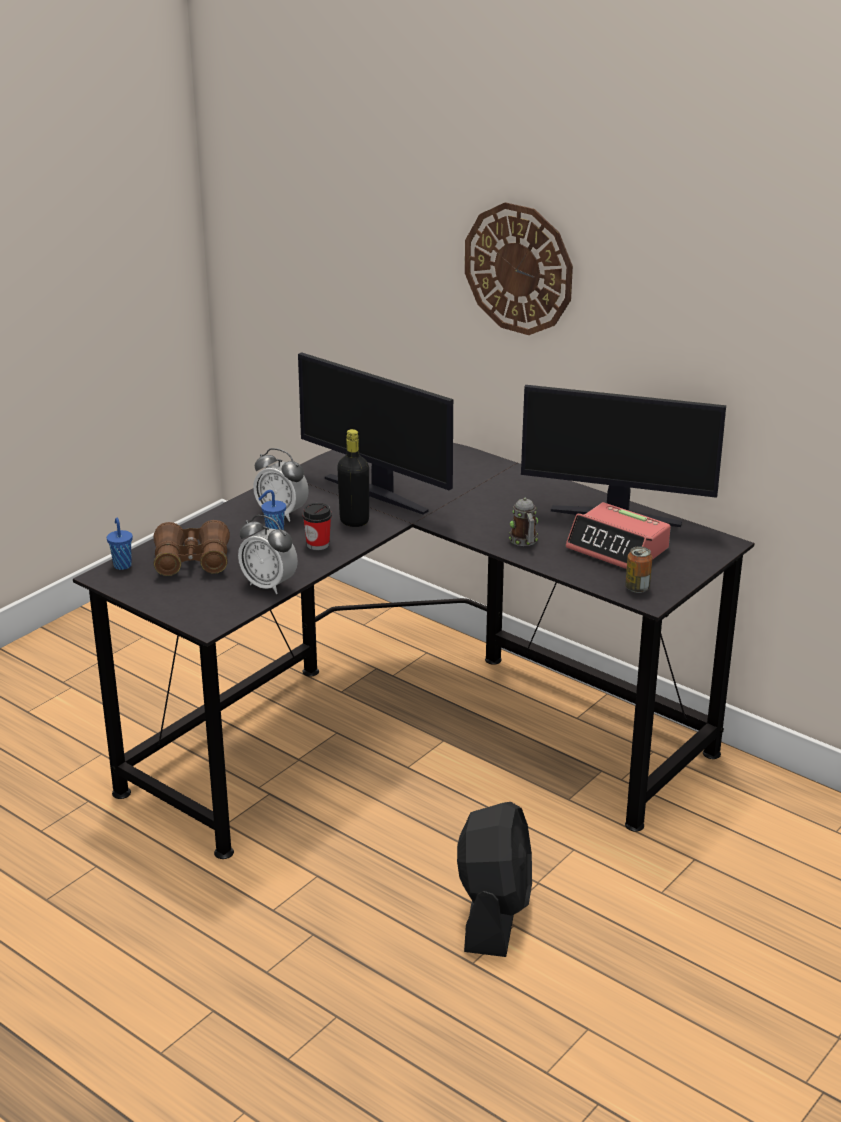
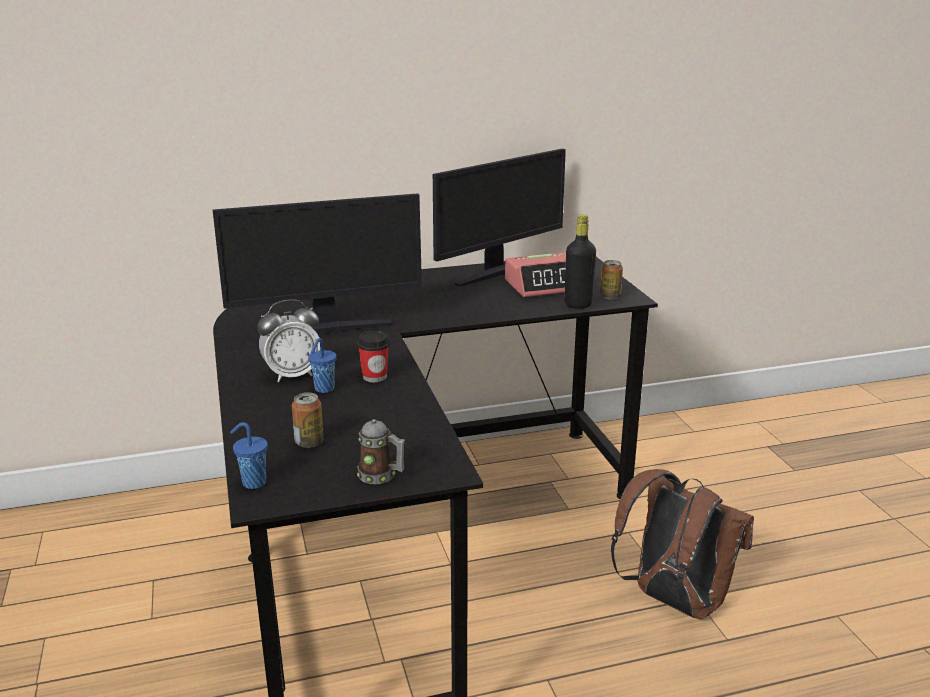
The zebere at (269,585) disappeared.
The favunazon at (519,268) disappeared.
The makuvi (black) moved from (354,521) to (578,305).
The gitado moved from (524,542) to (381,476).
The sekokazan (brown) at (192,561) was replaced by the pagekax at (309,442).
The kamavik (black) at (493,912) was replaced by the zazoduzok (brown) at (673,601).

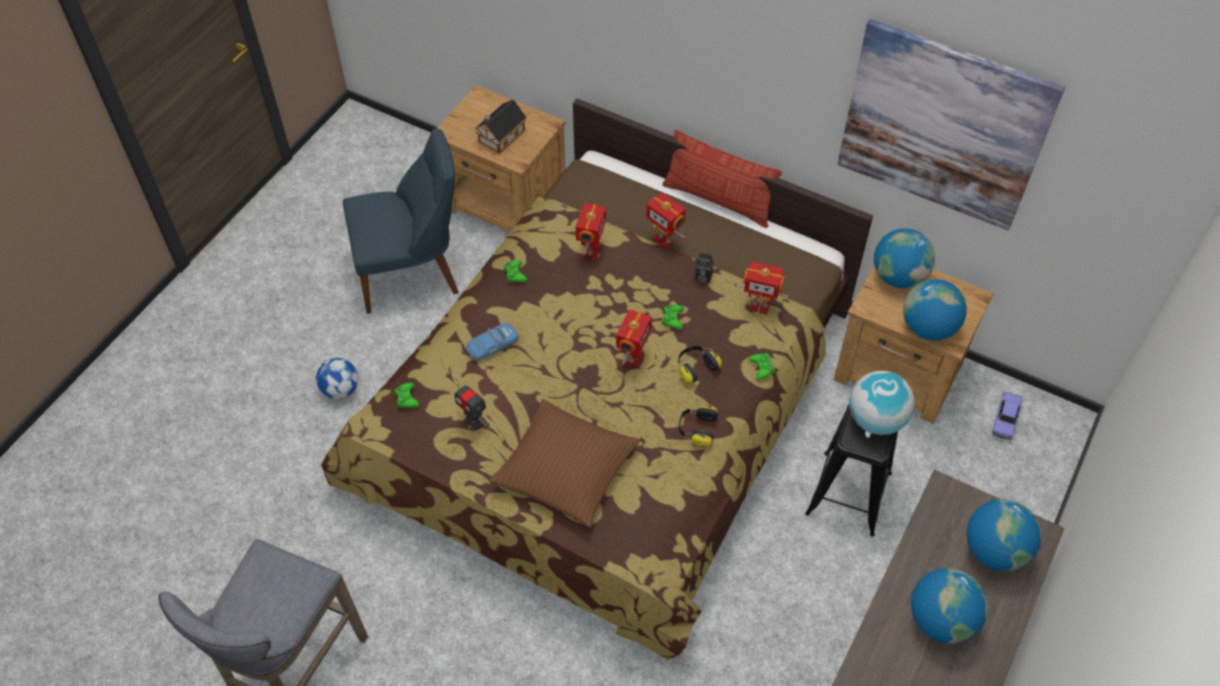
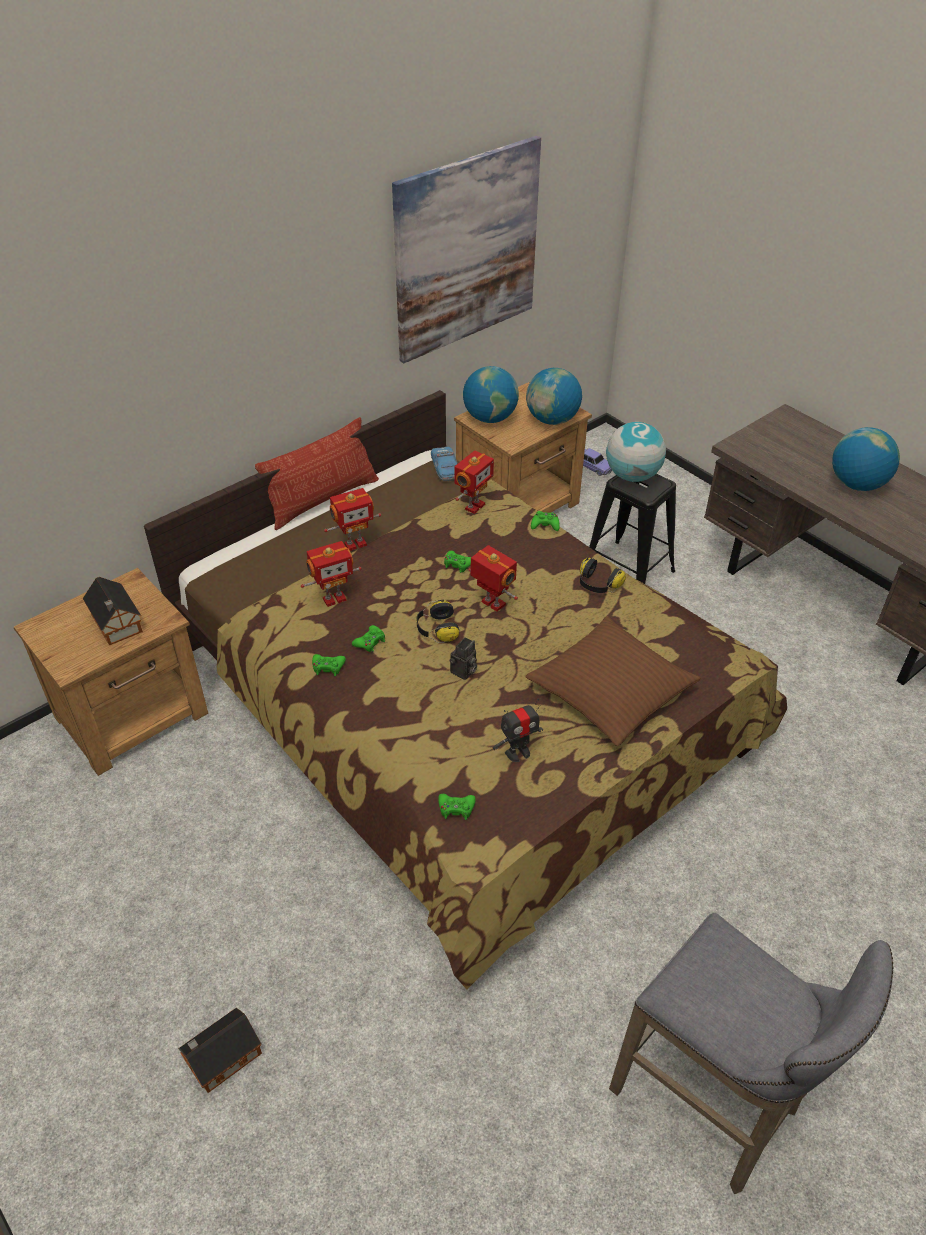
The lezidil at (340,389) disappeared.
The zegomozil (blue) at (412,273) disappeared.
The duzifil at (994,550) disappeared.
The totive at (221,1058) appeared.
The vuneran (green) at (370,642) appeared.
The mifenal moved from (492,345) to (445,468).
The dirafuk moved from (695,367) to (436,629).
The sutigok moved from (702,277) to (463,672).
The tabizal at (591,250) turned 120 degrees clockwise.

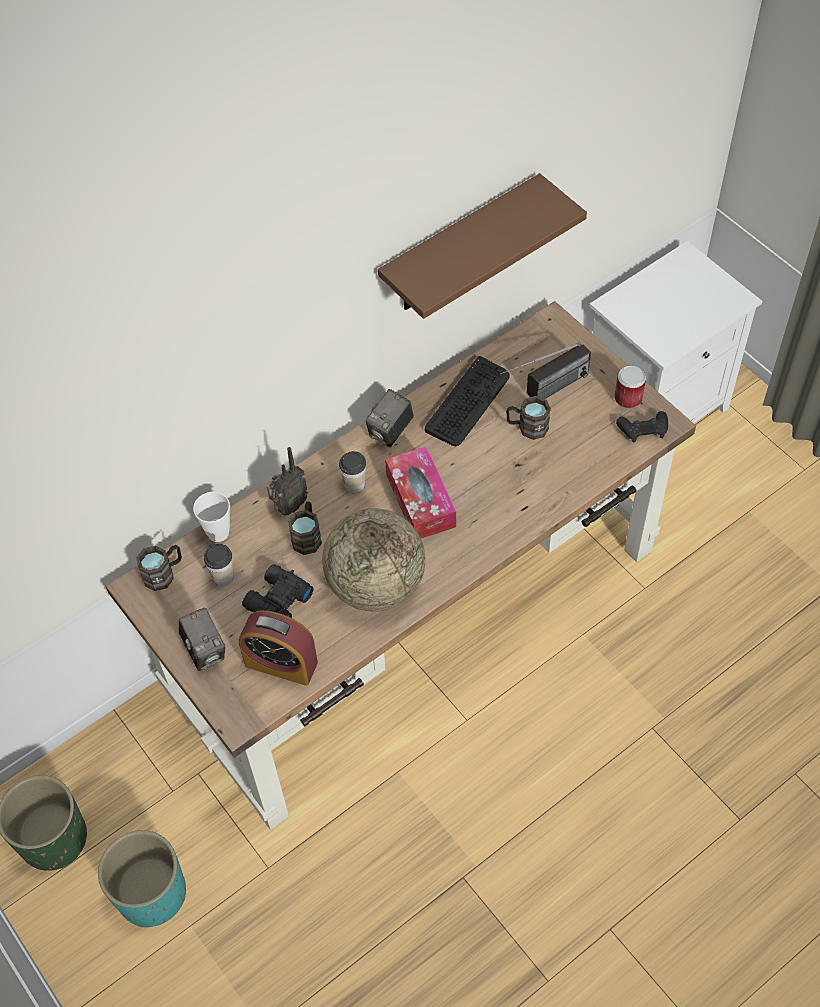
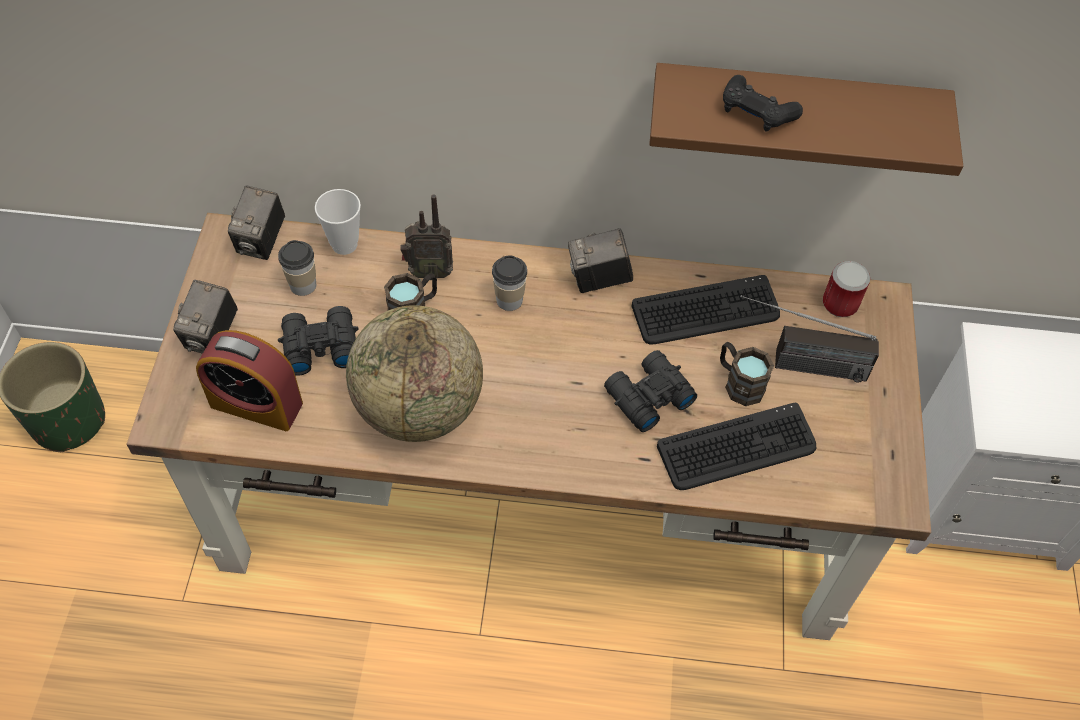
The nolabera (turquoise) at (152,893) disappeared.
The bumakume at (420,501) disappeared.
The sekokazan (black) at (646,397) appeared.
The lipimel at (737,448) appeared.
The pagekax moved from (628,398) to (840,303).
The vuneran (black) moved from (643,430) to (756,112).
The gitado (brown) at (164,573) was replaced by the sutigok at (262,241).
The zebere at (281,663) turned 45 degrees counterclockwise.

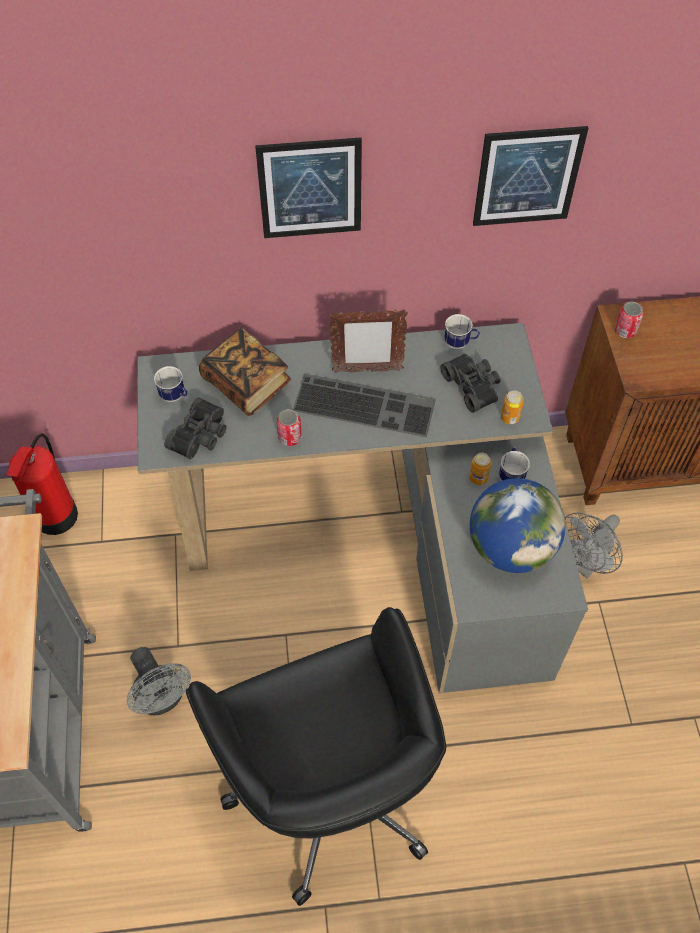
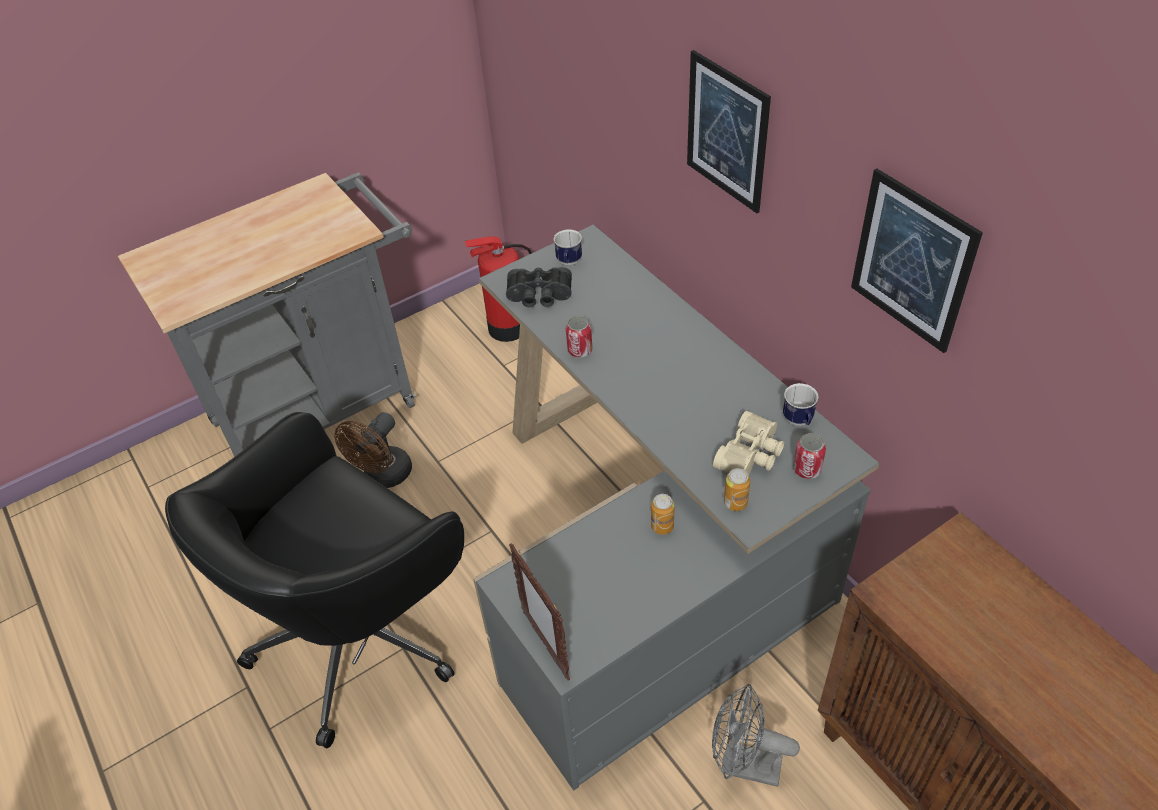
The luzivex at (246,383) disappeared.
The lipimel at (366,404) disappeared.
The duzifil at (510,547) disappeared.
The gitado at (511,474) disappeared.
The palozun moved from (367,370) to (545,643).
The pagekax moved from (625,331) to (807,469).
The kamavik (grey) at (162,699) became the kamavik (brown) at (384,476).
The sekokazan (black) at (473,386) became the sekokazan (beige) at (752,455).

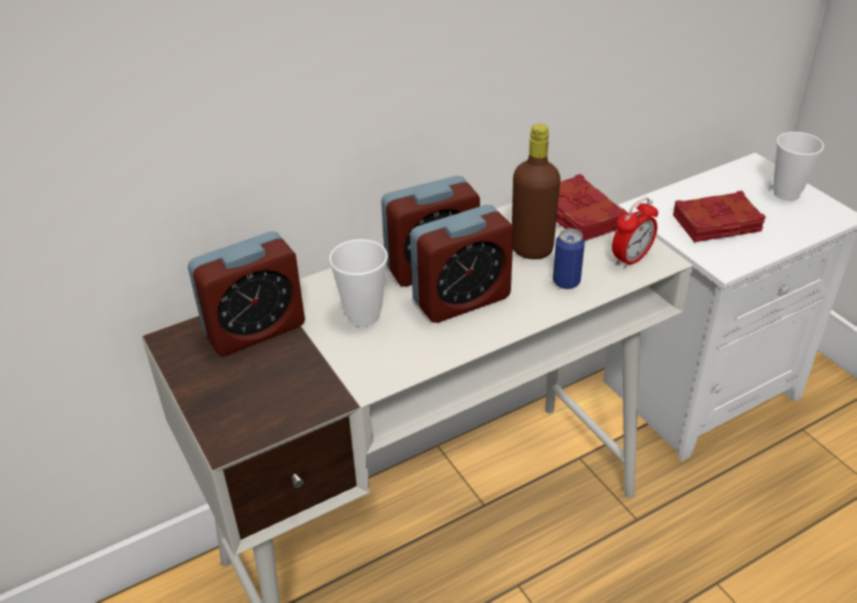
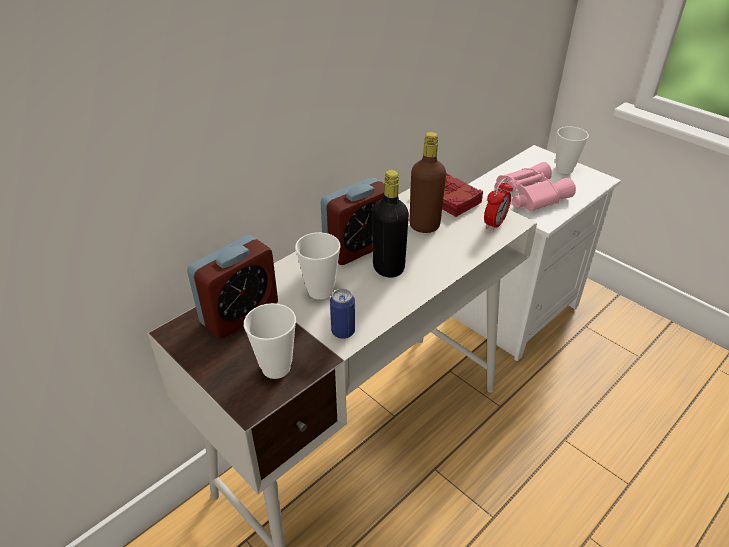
The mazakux at (276,367) appeared.
The pagekax moved from (566,282) to (343,332).
The zebere at (461,299) was replaced by the makuvi (black) at (388,268).
The luzivex (red) at (717,224) was replaced by the sekokazan (pink) at (528,194).

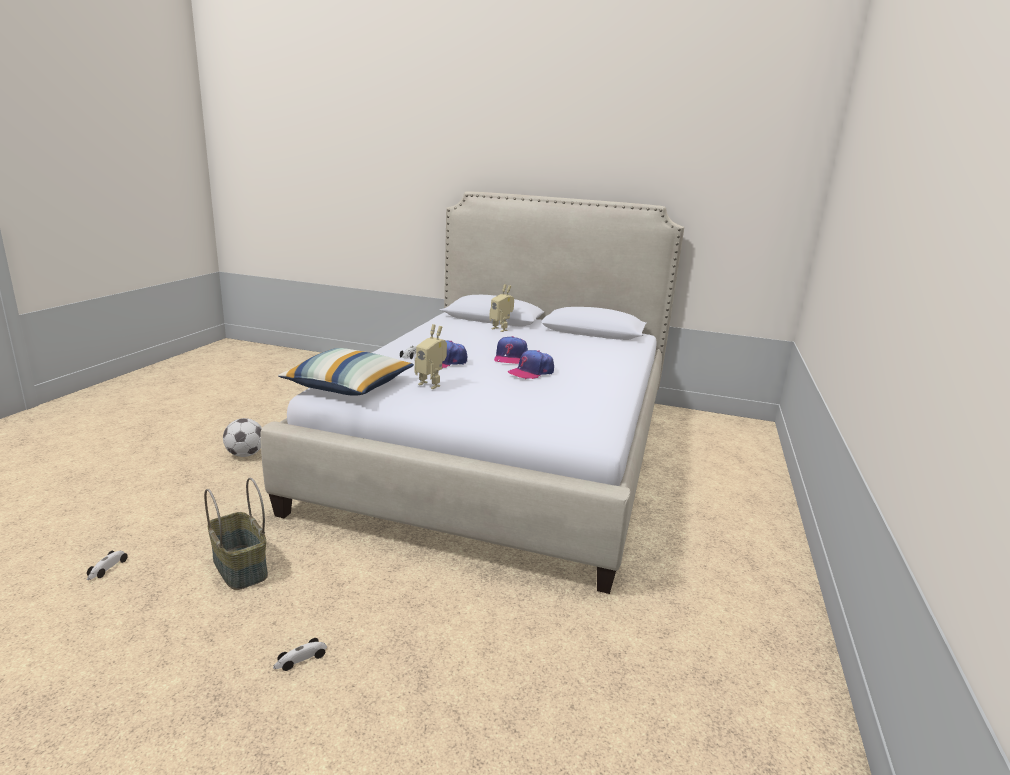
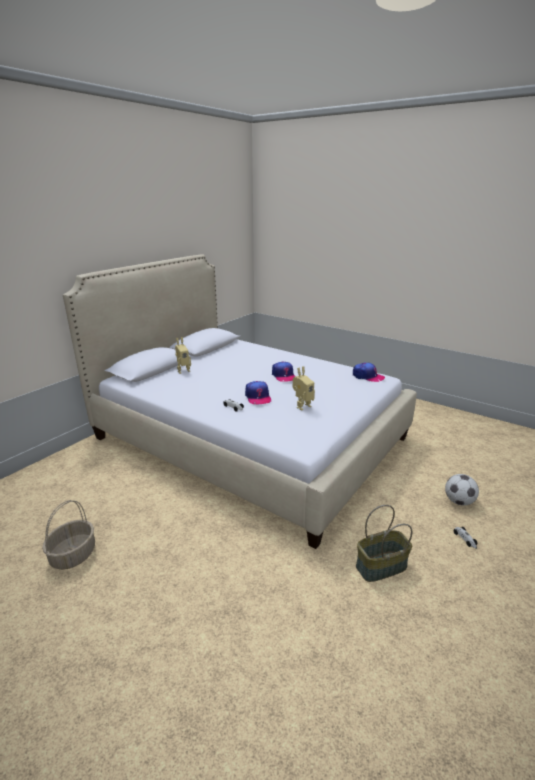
The mifenal at (107,568) disappeared.
The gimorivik at (349,386) disappeared.
The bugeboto at (73,555) appeared.
The lezidil moved from (245,454) to (458,501).
The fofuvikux moved from (510,357) to (367,376).

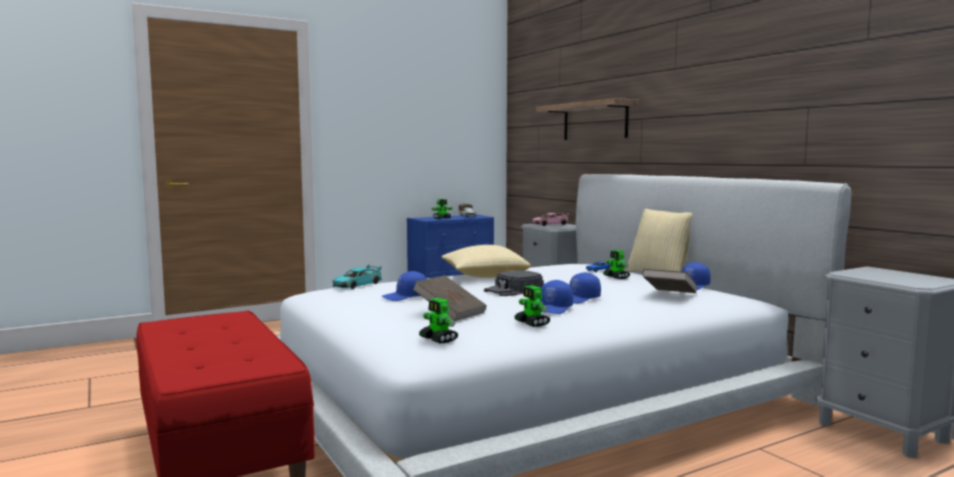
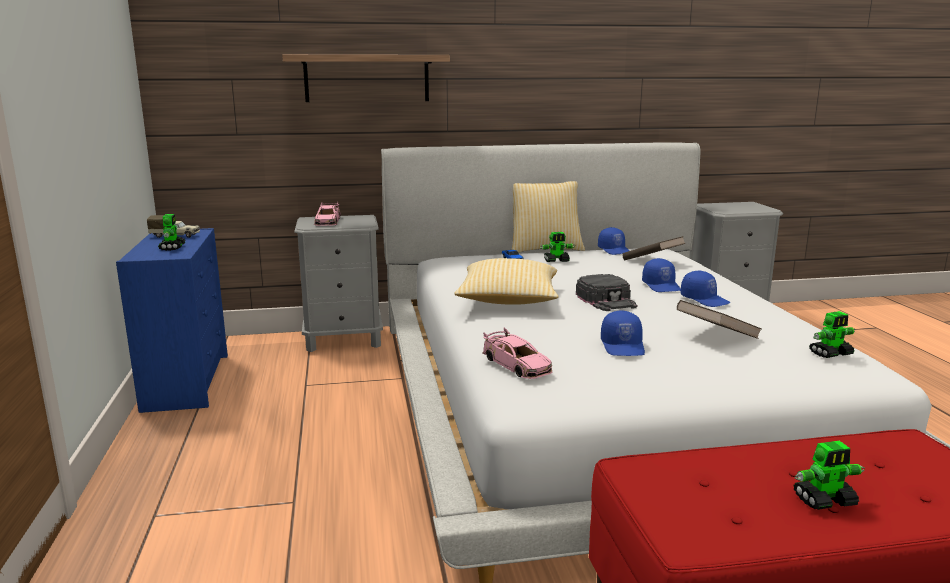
The tabizal moved from (532,323) to (825,500).
The mifenal (turquoise) at (357,285) became the mifenal (pink) at (516,365).

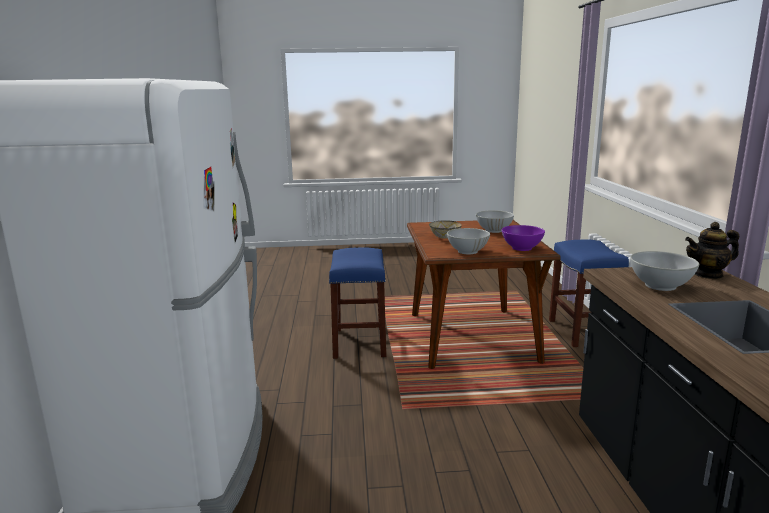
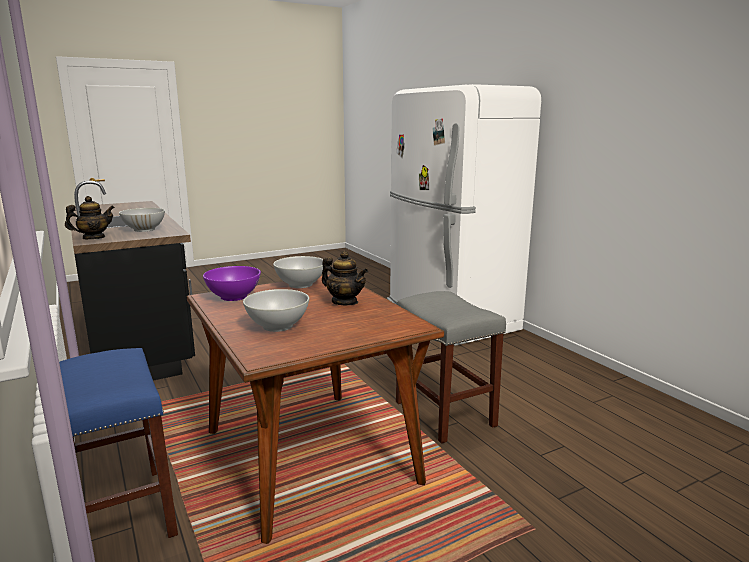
The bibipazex at (445,237) was replaced by the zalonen at (345,302).
The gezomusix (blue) at (359,342) became the gezomusix (grey) at (446,414).

